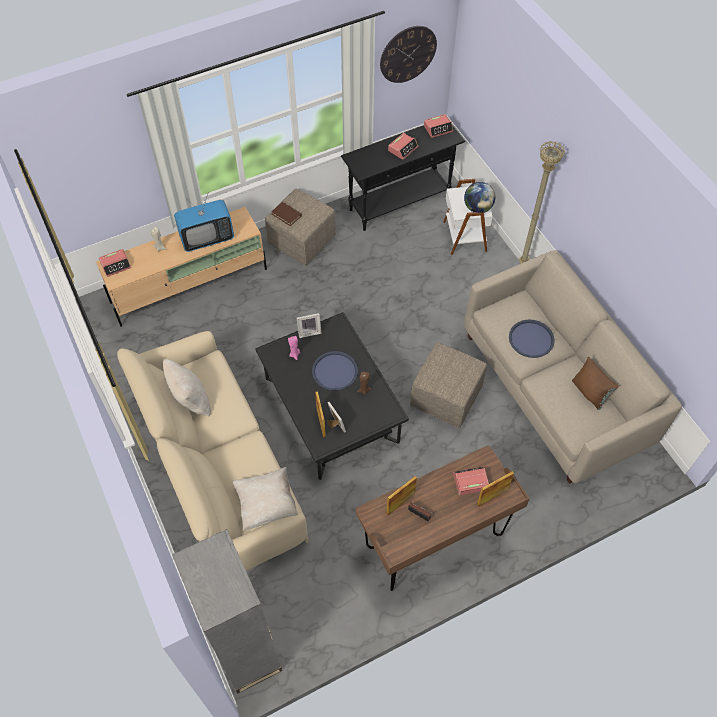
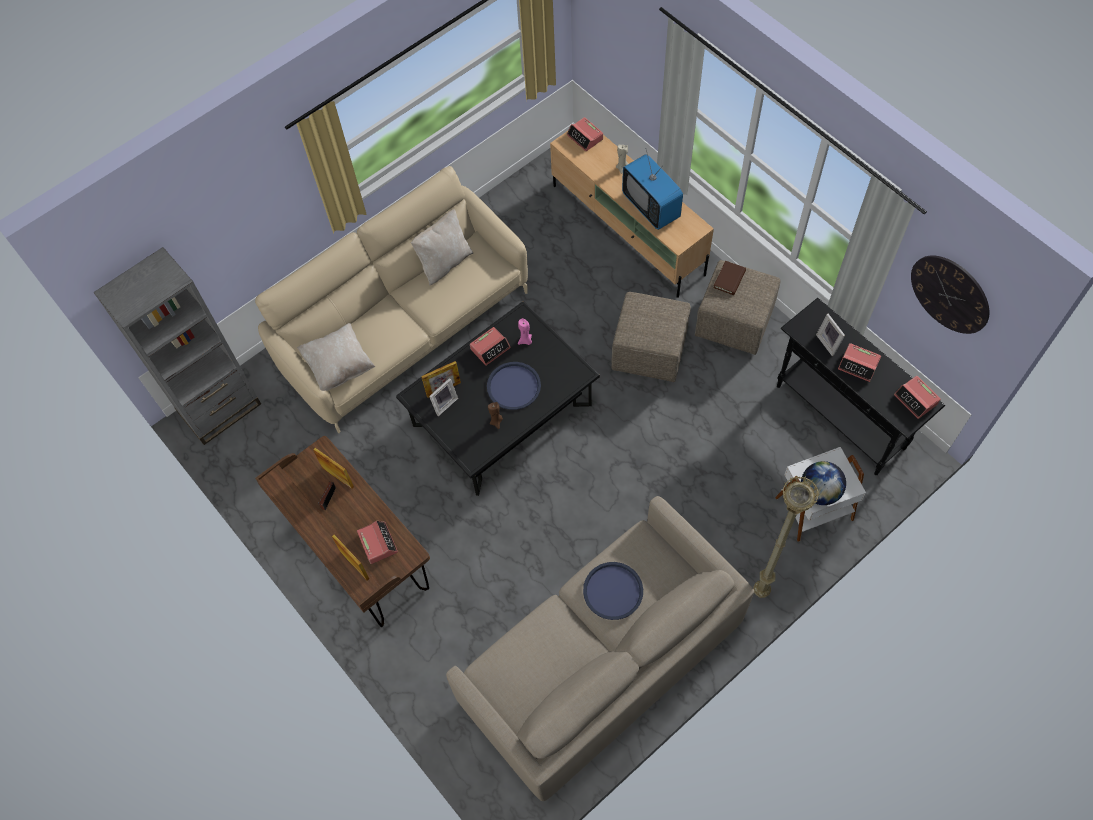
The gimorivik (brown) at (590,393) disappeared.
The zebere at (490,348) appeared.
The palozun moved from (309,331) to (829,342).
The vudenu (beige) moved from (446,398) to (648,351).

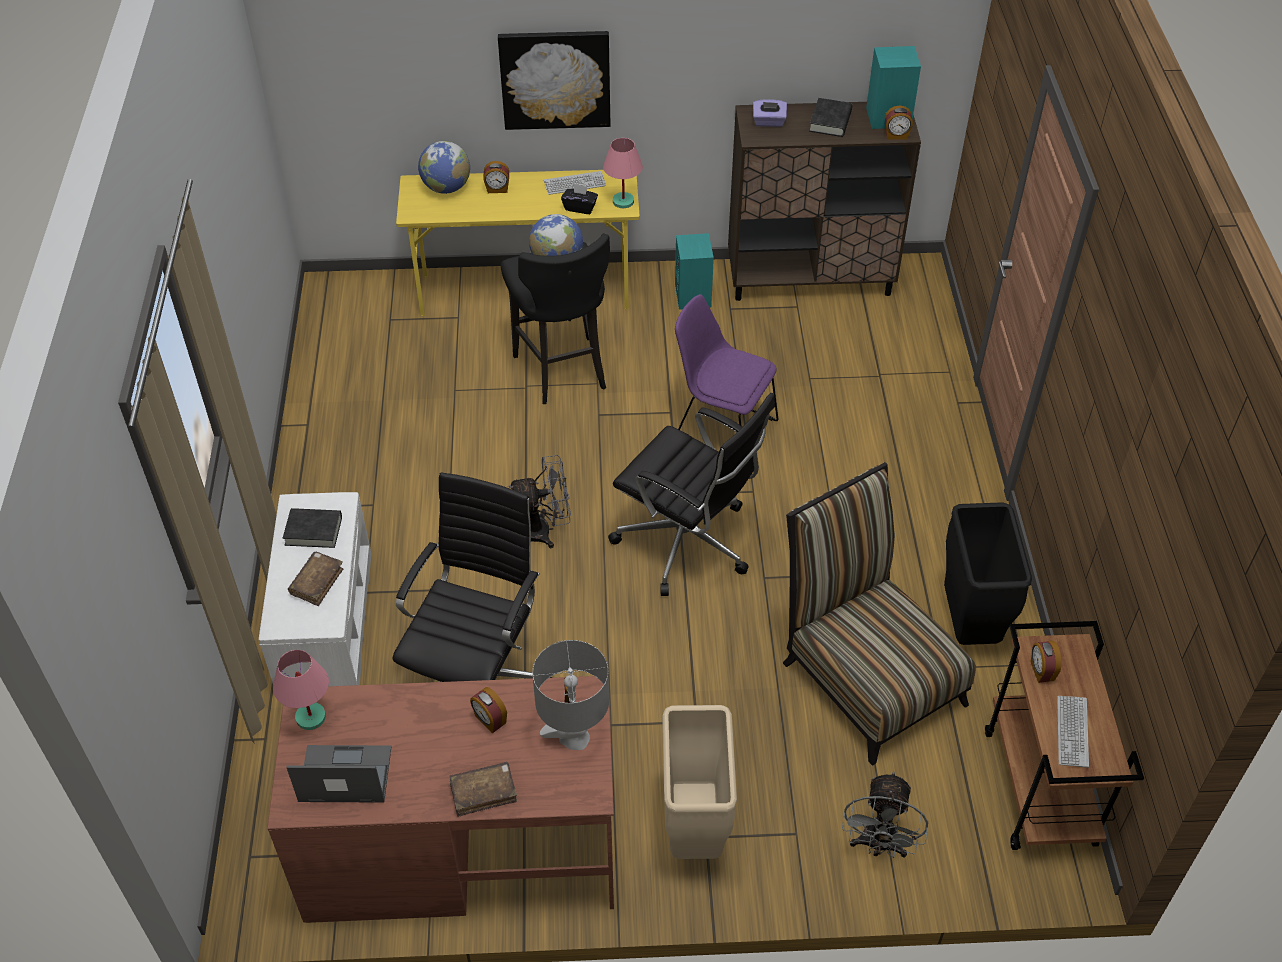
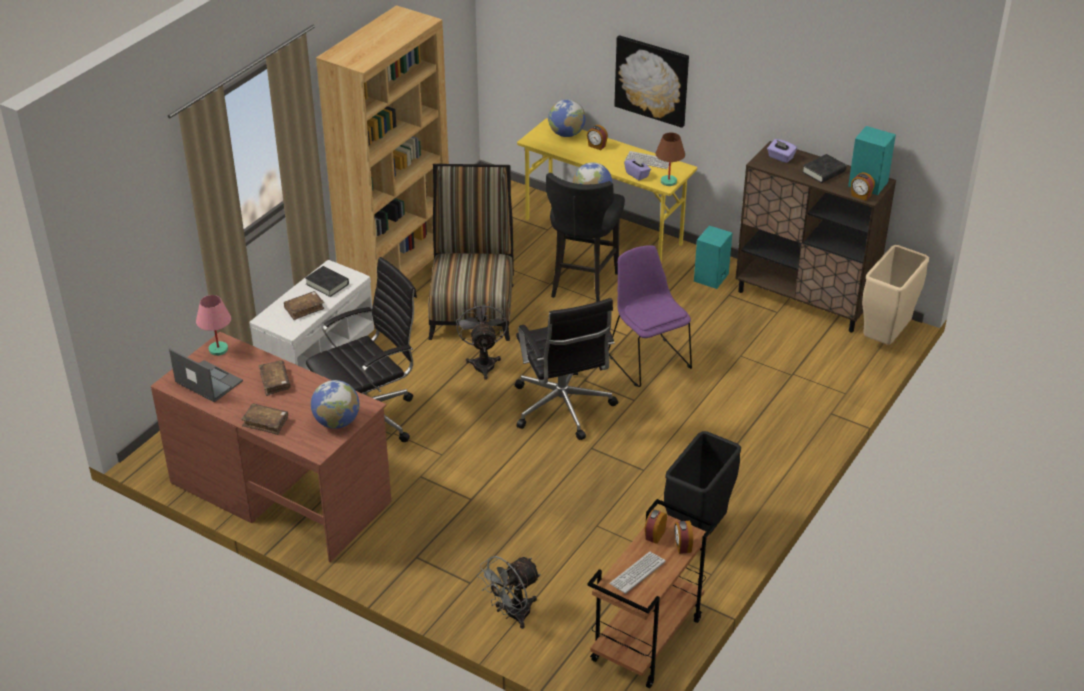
The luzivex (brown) at (275,382) appeared.
The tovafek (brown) at (397,265) appeared.
The zebere moved from (490,720) to (682,546).
The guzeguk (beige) moved from (693,831) to (884,338).
The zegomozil moved from (866,674) to (472,306).
The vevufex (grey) at (574,738) was replaced by the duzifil at (337,422).
The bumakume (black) at (580,207) became the bumakume (purple) at (637,175).
The vevufex (pink) at (623,202) became the vevufex (brown) at (668,182).
The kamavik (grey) at (544,530) turned 120 degrees counterclockwise.

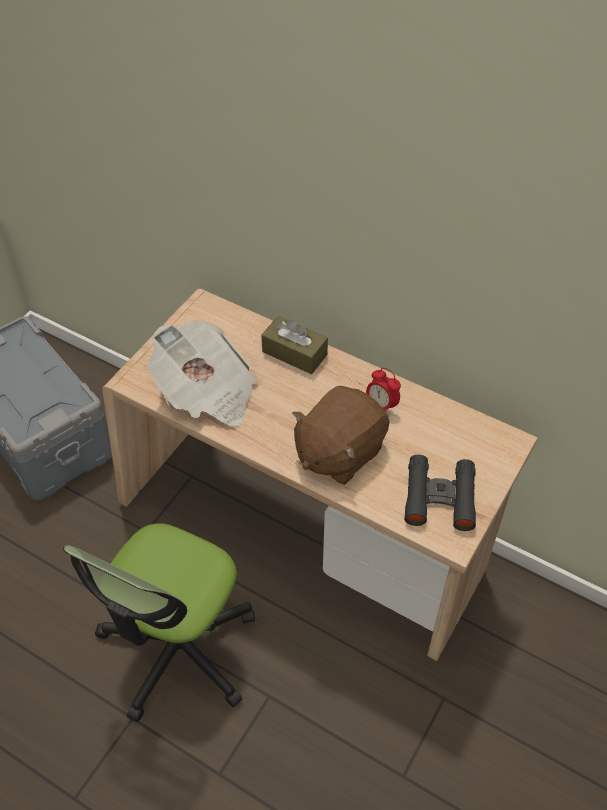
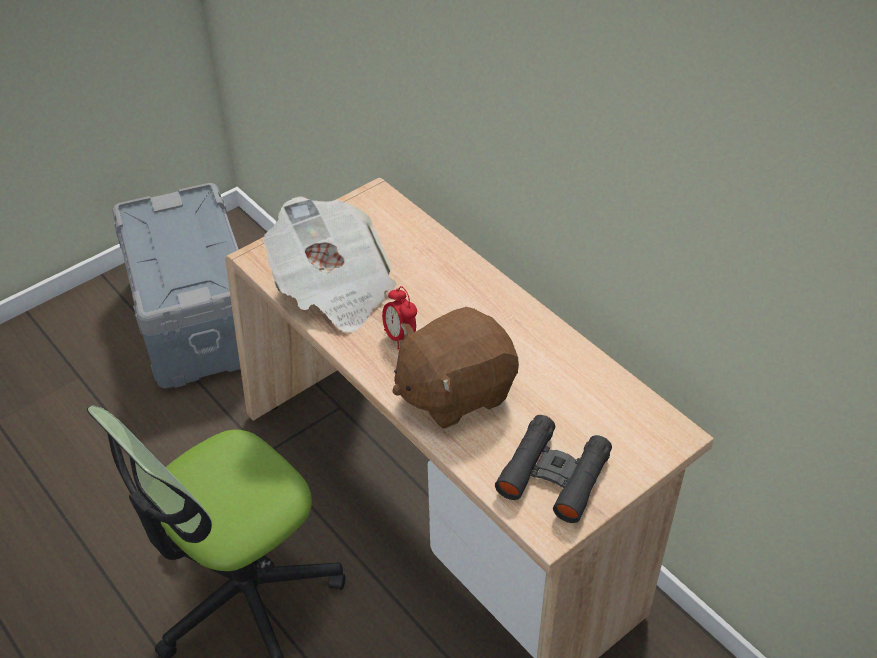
The bumakume (brown) at (294,353) disappeared.
The zebere moved from (381,405) to (400,337).

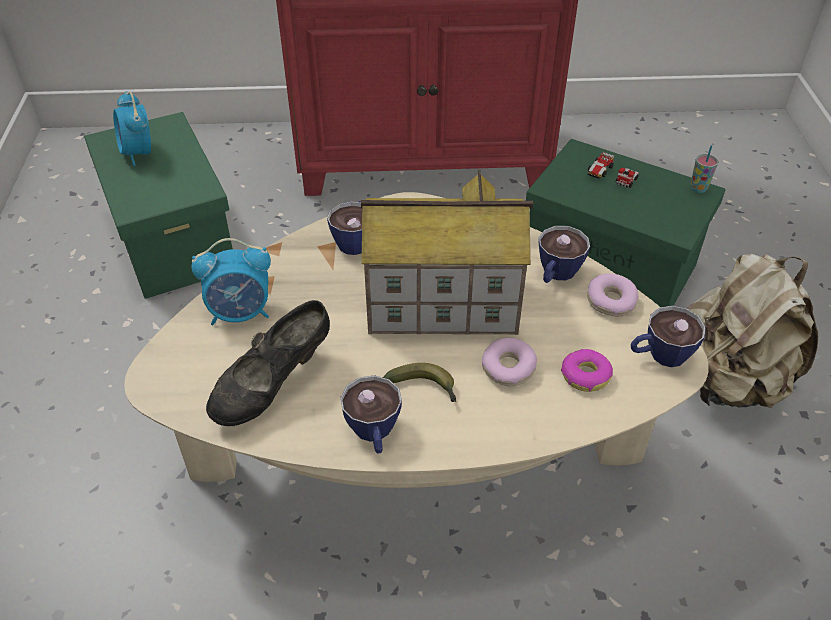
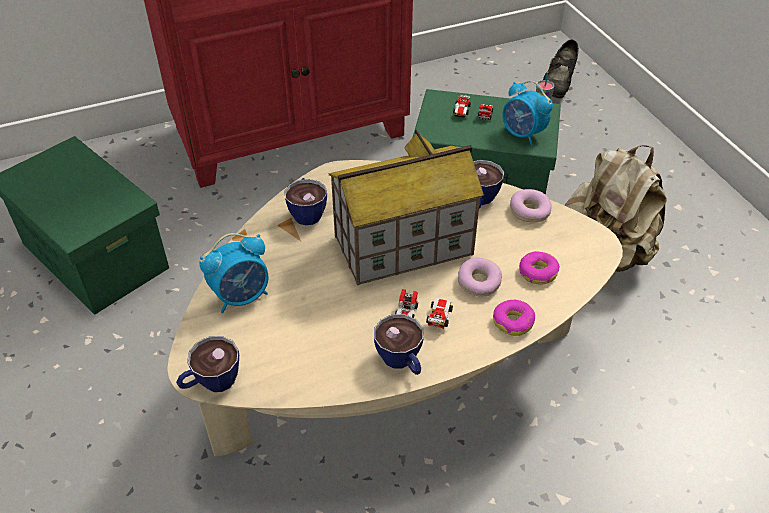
The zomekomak at (513,322) appeared.
The zebere moved from (138,153) to (522,134).
The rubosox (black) moved from (273,386) to (558,85).
The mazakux moved from (659,355) to (211,383).
The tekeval at (425,388) was replaced by the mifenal at (423,315).

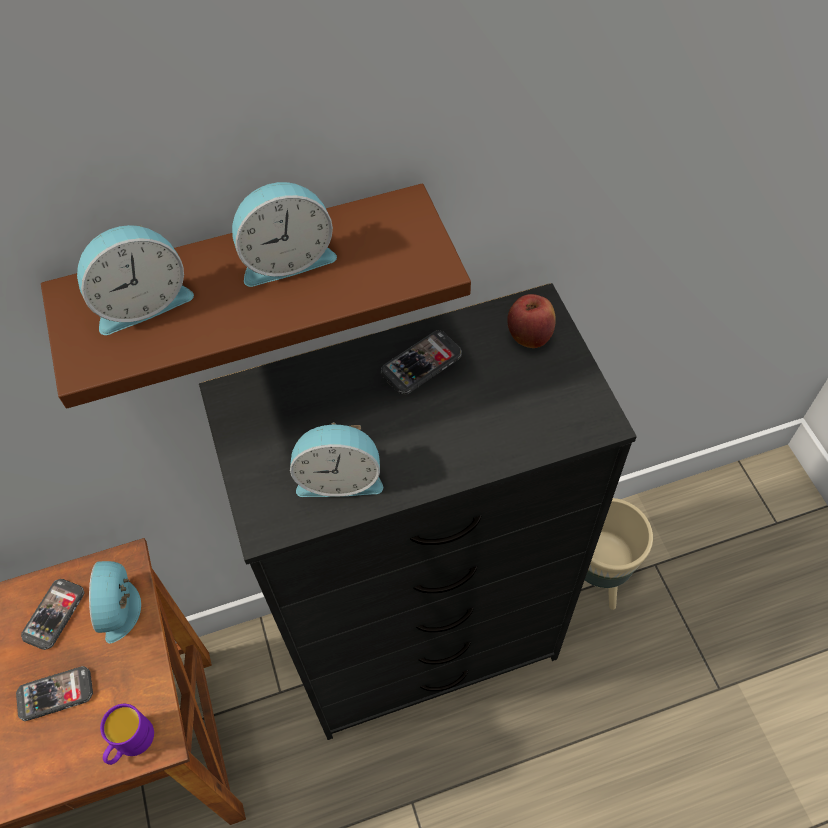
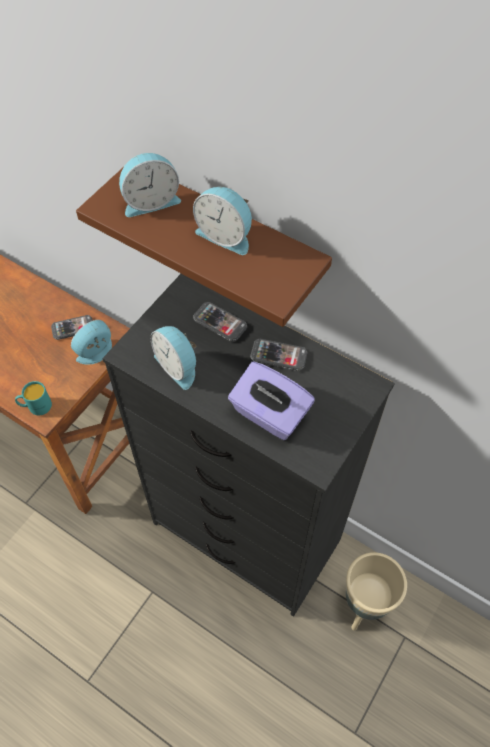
The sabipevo at (529,336) disappeared.
The bumakume (purple) at (269,414) appeared.
The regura moved from (55,694) to (220,323).
The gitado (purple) at (130,743) became the gitado (turquoise) at (36,406).
The zebere at (142,302) turned 45 degrees counterclockwise.

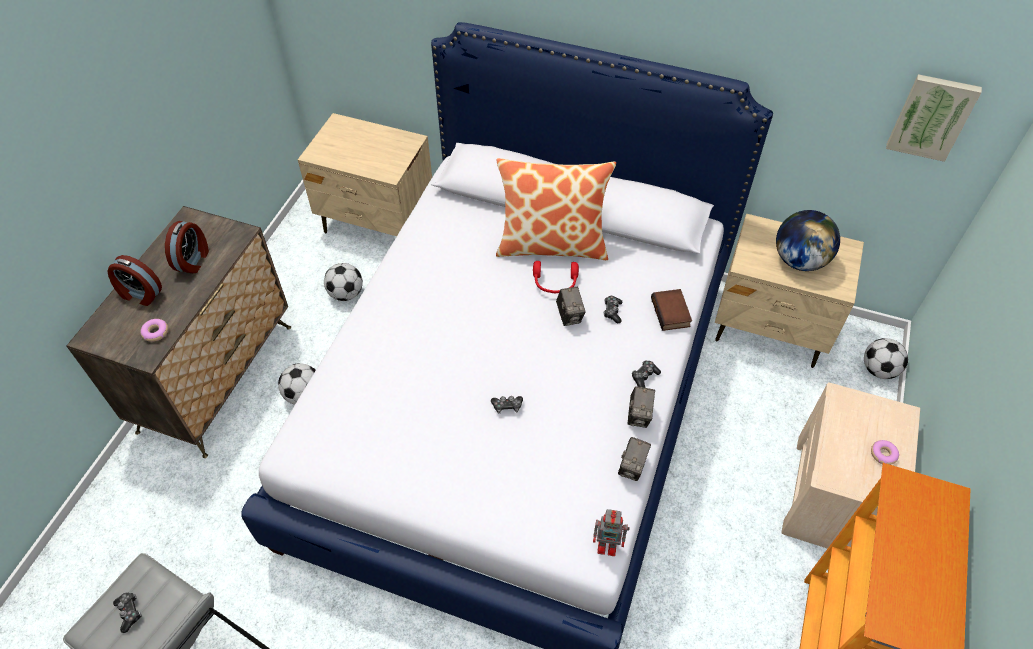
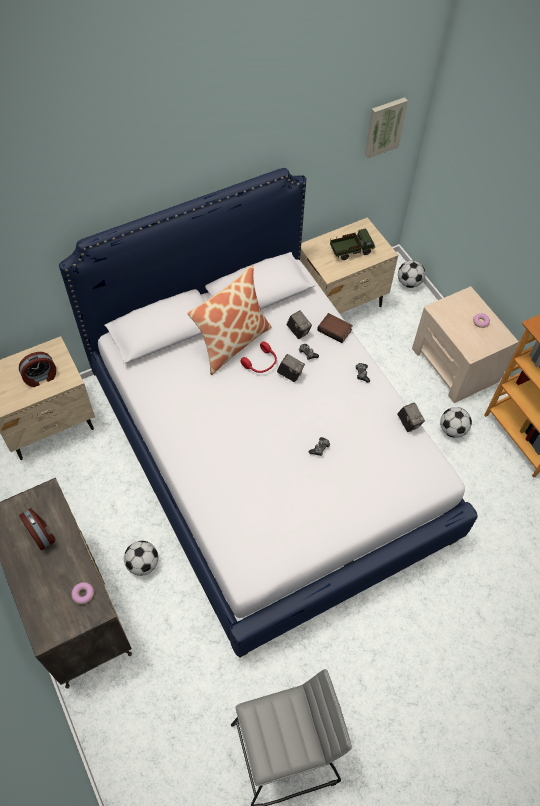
The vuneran at (129,612) disappeared.
The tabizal at (608,545) disappeared.
The zebere moved from (140,294) to (41,377).
The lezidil moved from (346,294) to (452,430).
The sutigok moved from (639,416) to (298,331).
The duzifil at (799,260) was replaced by the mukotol at (351,251).

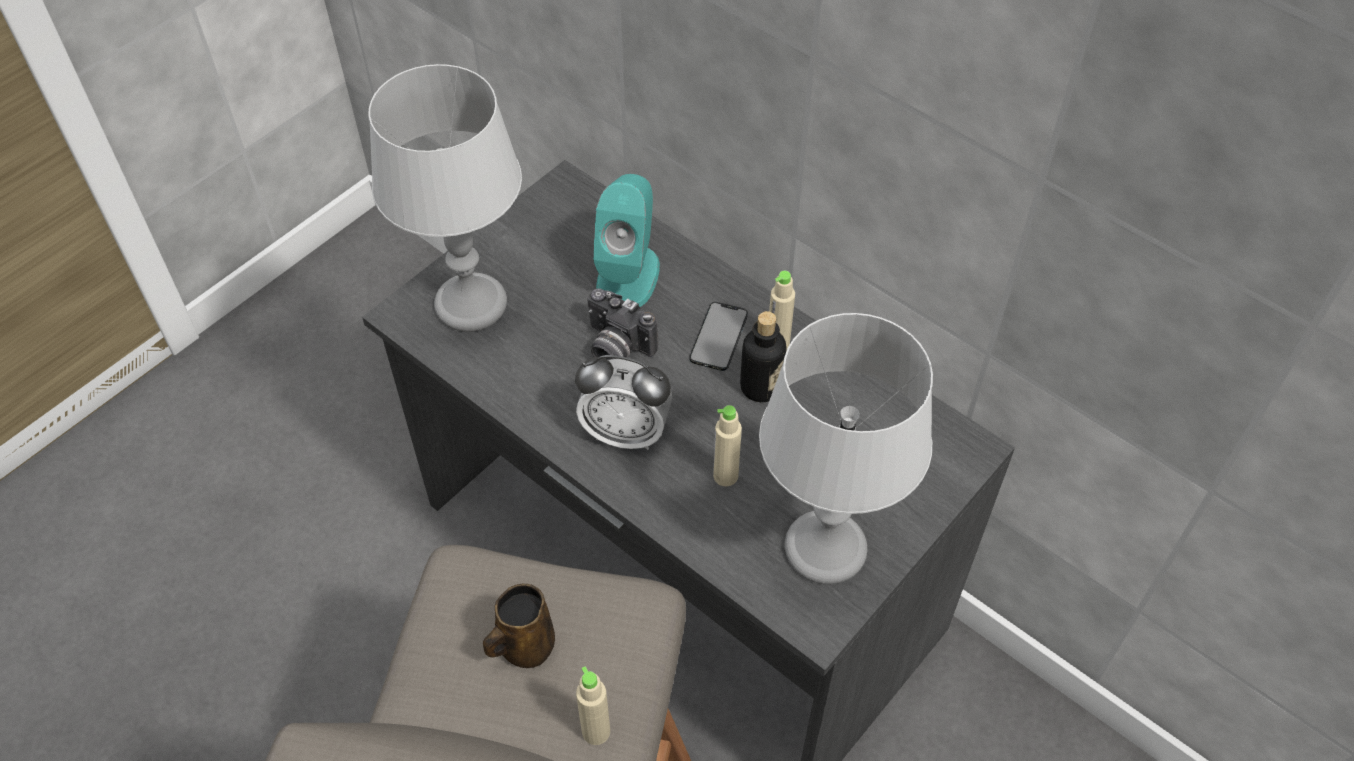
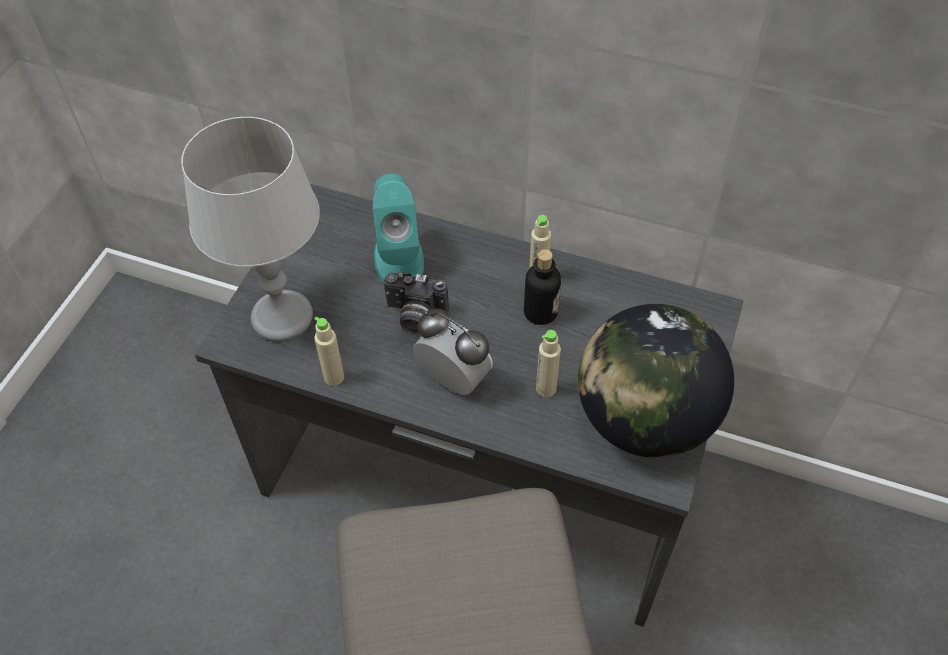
The gitado (brown) at (524,647) disappeared.
The regura at (718,336) disappeared.
The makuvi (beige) moved from (596,731) to (334,377).
The vevufex (grey) at (824,548) was replaced by the duzifil at (644,420).
The zebere at (626,432) turned 135 degrees counterclockwise.

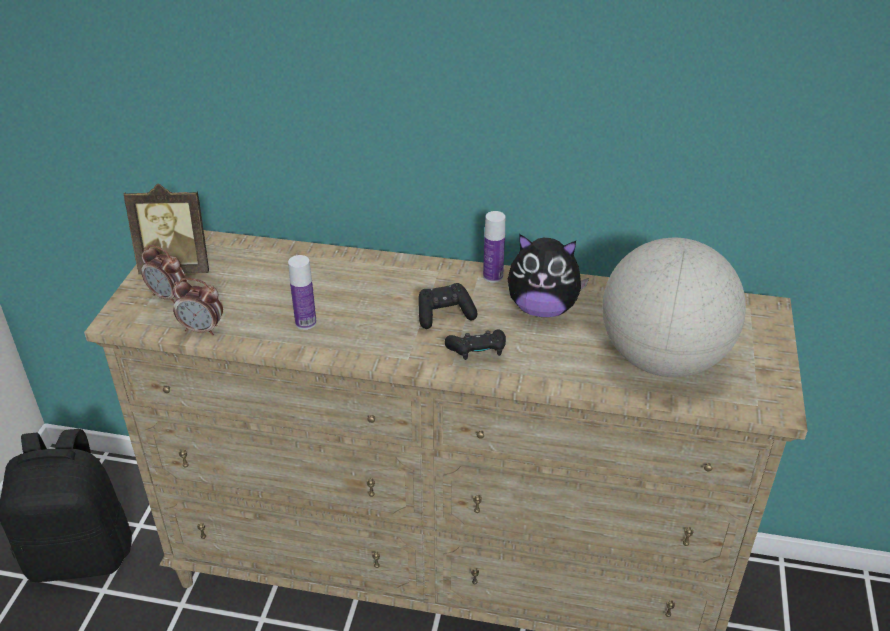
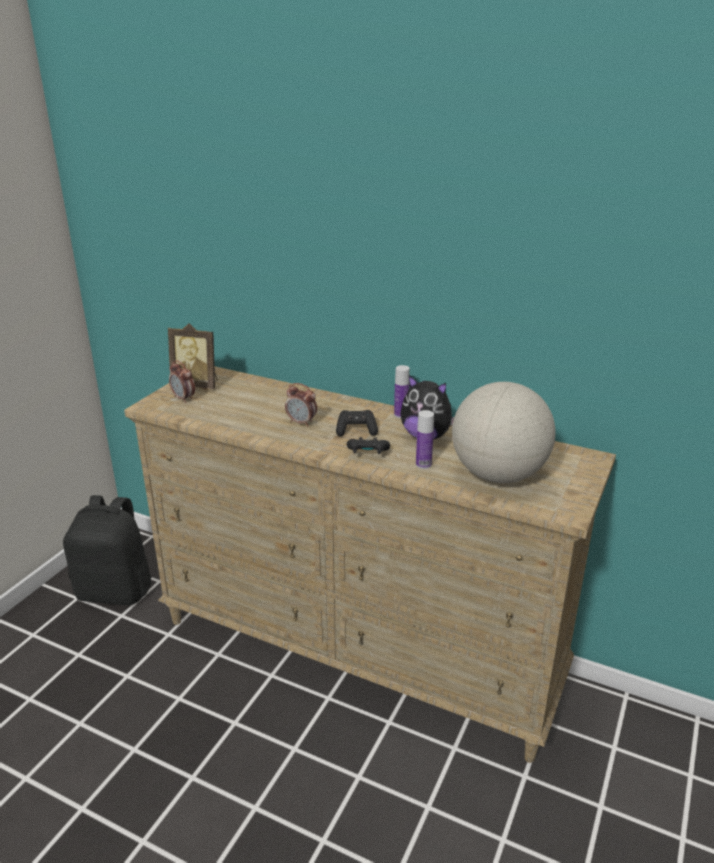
The zebere moved from (202,329) to (301,422).
The makuvi moved from (306,323) to (423,464).

